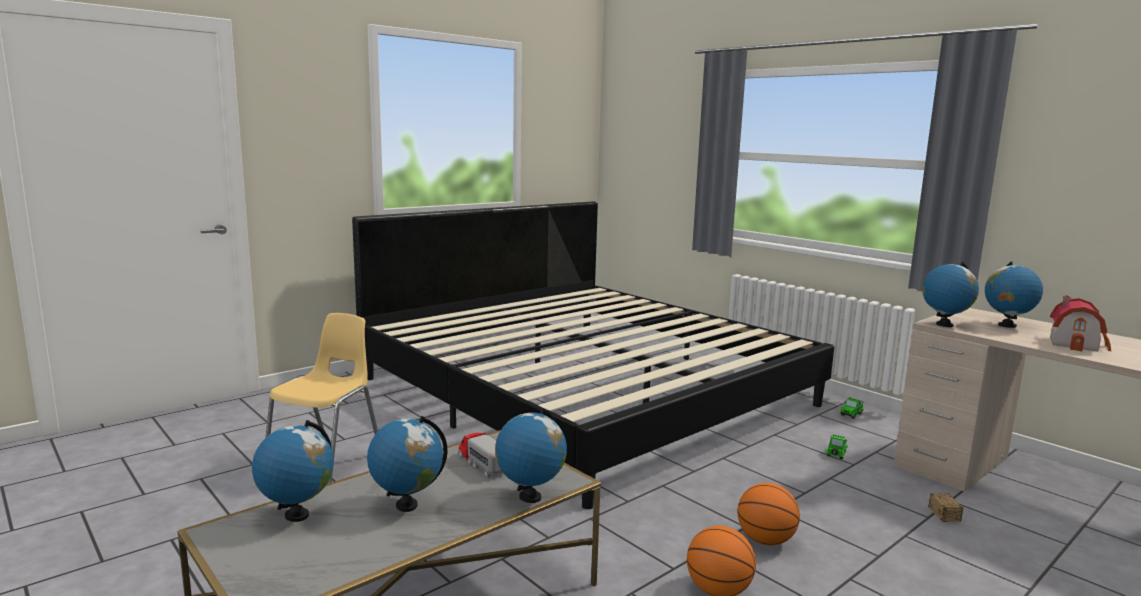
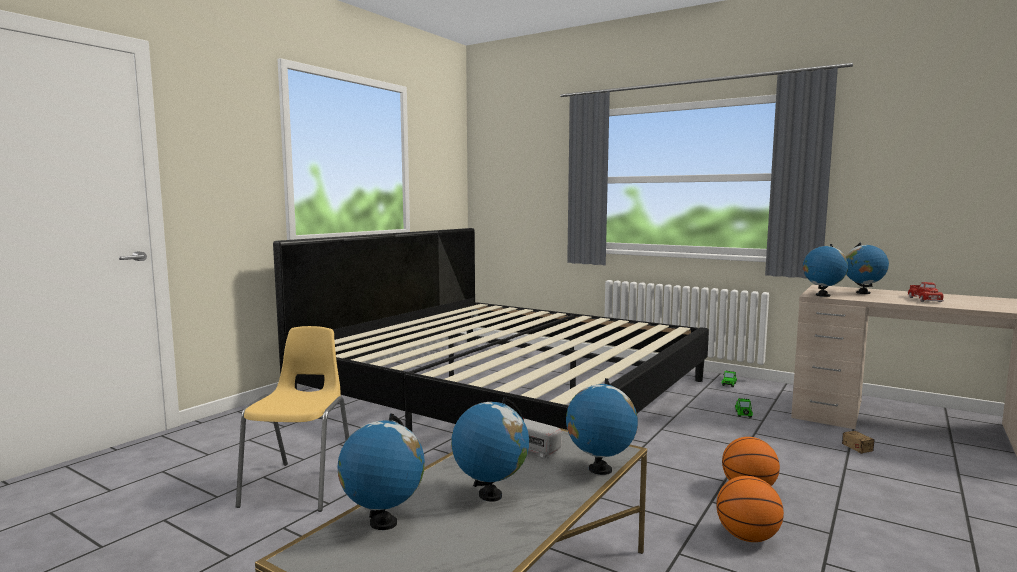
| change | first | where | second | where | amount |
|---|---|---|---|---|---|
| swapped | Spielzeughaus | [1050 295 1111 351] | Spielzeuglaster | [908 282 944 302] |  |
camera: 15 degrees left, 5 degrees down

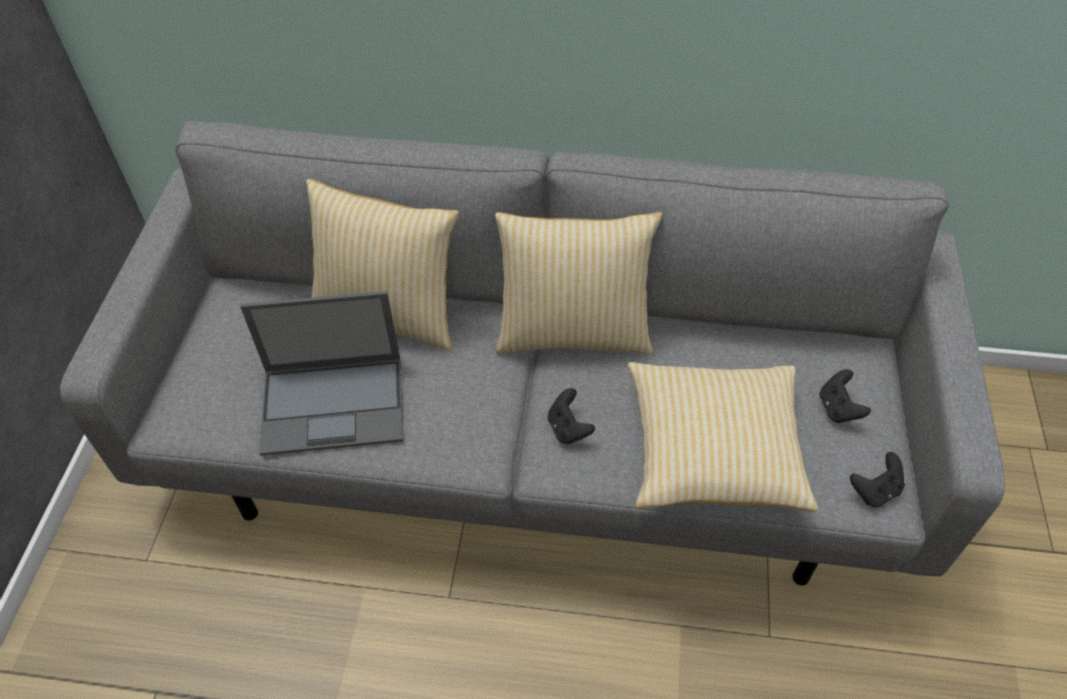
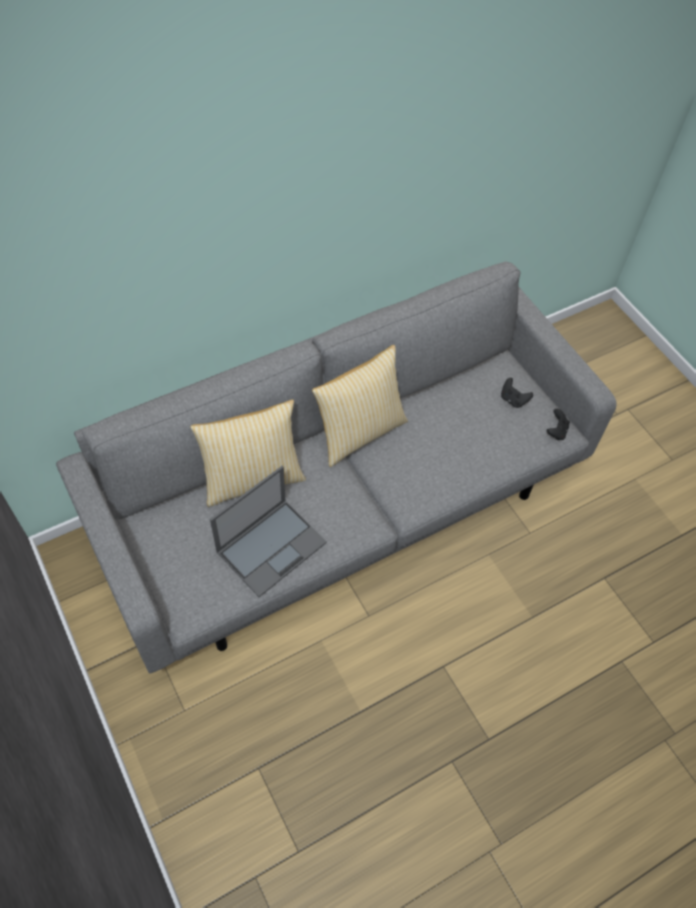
| change | first | where | second | where | amount |
|---|---|---|---|---|---|
| gone | Kissen | [628 362 818 512] |  |  |  |
| gone | Gamepad [schwarz] | [548 388 595 444] |  |  |  |
camera: 40 degrees left, 5 degrees up

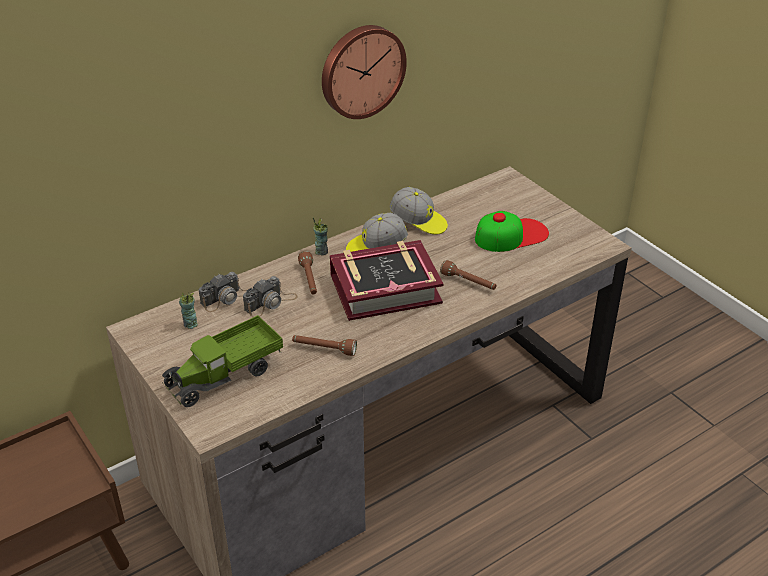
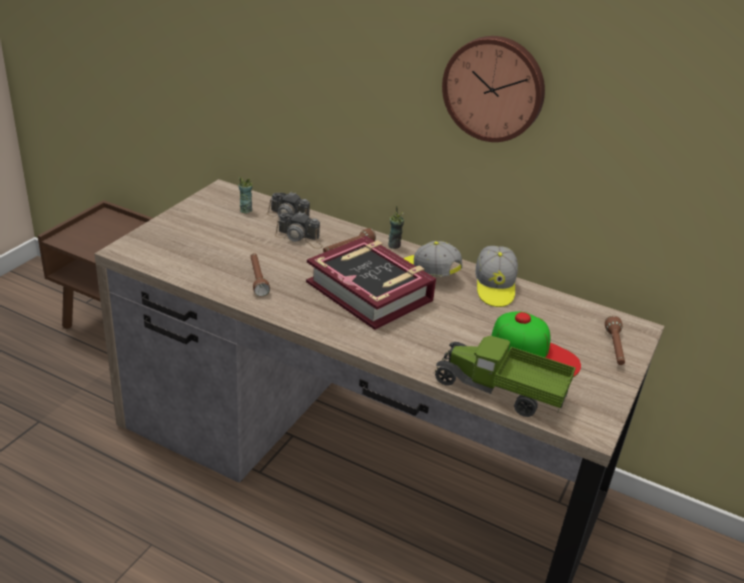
| change | first | where | second | where | amount |
|---|---|---|---|---|---|
| shifted | Taschenlampe [braun] | [440 260 496 290] |  | [605 316 625 365] |  |
| shifted | Spielzeuglaster | [162 315 283 407] |  | [434 336 576 417] |  |
camera: 60 degrees right, 5 degrees down

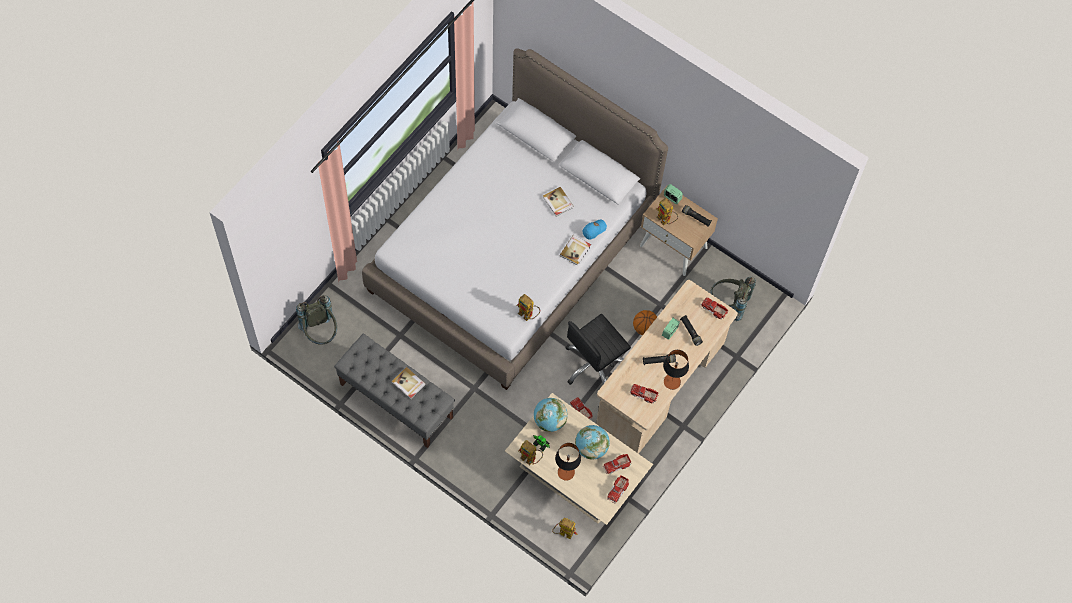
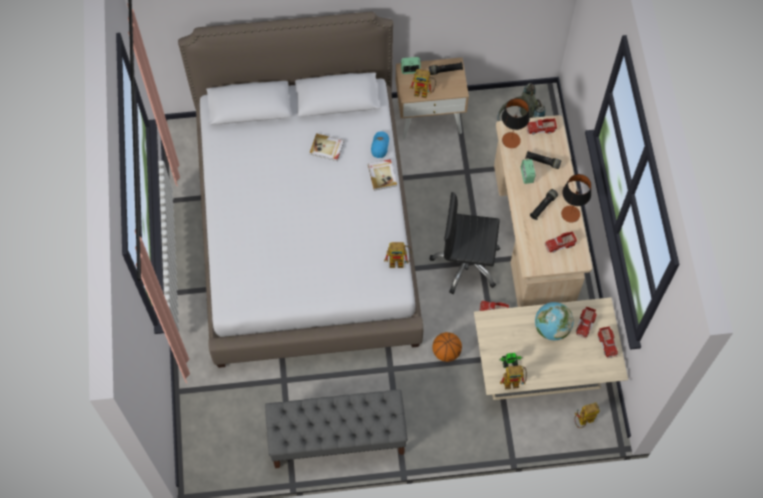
| change | first | where | second | where | amount |
|---|---|---|---|---|---|
| gone | Rucksack [grau] | [296 295 337 345] |  |  |  |
| shifted | Basketball | [633 310 657 335] |  | [432 332 462 362] |  |
| rotated | Bürostuhl [schwarz] | [565 314 631 385] |  | [430 192 500 294] | 90 degrees clockwise |
| gone | Buch | [392 367 426 399] |  |  |  |
| gone | Globus | [534 398 568 432] |  |  |  |
| shifted | Tischlampe | [555 443 581 481] |  | [502 98 530 148] |  |
camera: 40 degrees left, 0 degrees up

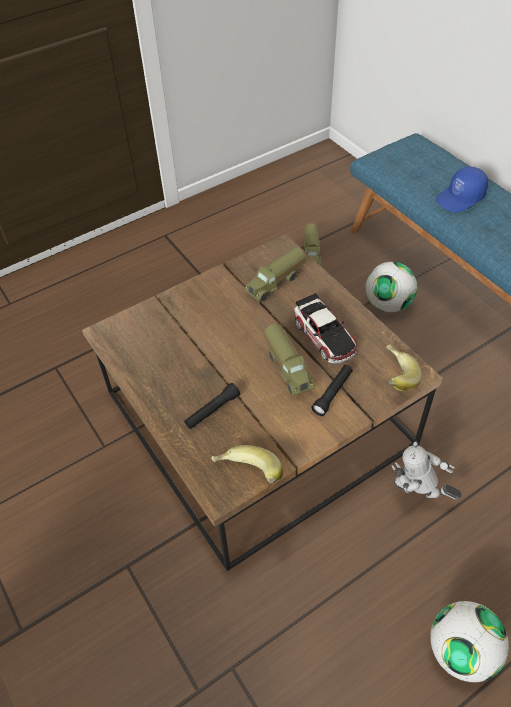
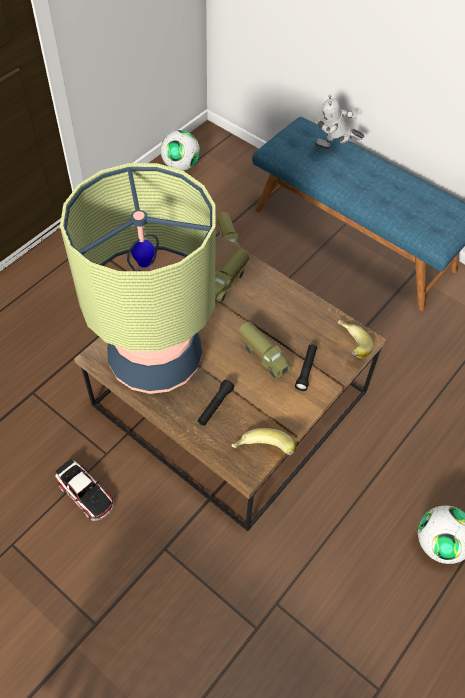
| change | first | where | second | where | amount |
|---|---|---|---|---|---|
| gone | Kappe [blau] | [436 167 488 212] |  |  |  |
| shifted | Fußball | [366 262 417 313] |  | [160 130 200 171] |  |
| shifted | Spielzeugauto | [294 293 357 364] |  | [55 459 114 521] |  |
| shifted | Spielzeugroboter | [392 441 462 499] |  | [315 95 364 149] |  |
| new |  |  | Tischlampe | [60 163 216 394] |  |
camera: 20 degrees left, 5 degrees up

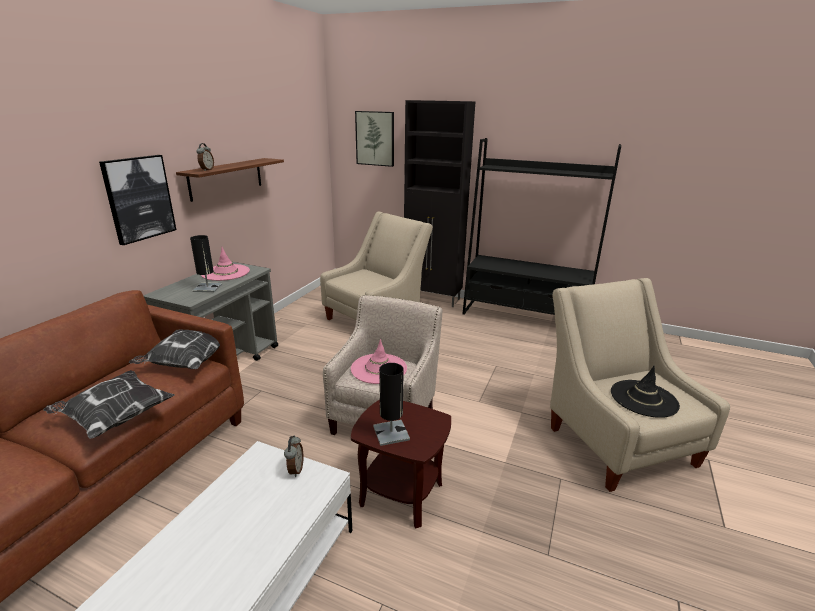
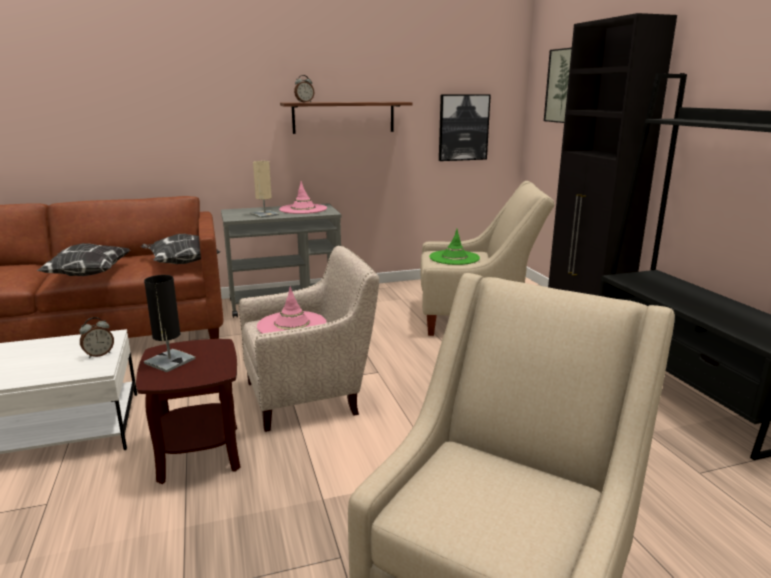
| change | first | where | second | where | amount |
|---|---|---|---|---|---|
| shifted | Bild | [99 155 176 245] |  | [439 94 491 161] |  |
| repainted | Tischlampe [schwarz] | [190 235 222 292] | Tischlampe [beige] | [250 161 279 218] |  |
| gone | Hut [schwarz] | [611 366 680 418] |  |  |  |
| new |  |  | Hut [grün] | [429 229 480 265] |  |
camera: 50 degrees right, 5 degrees down

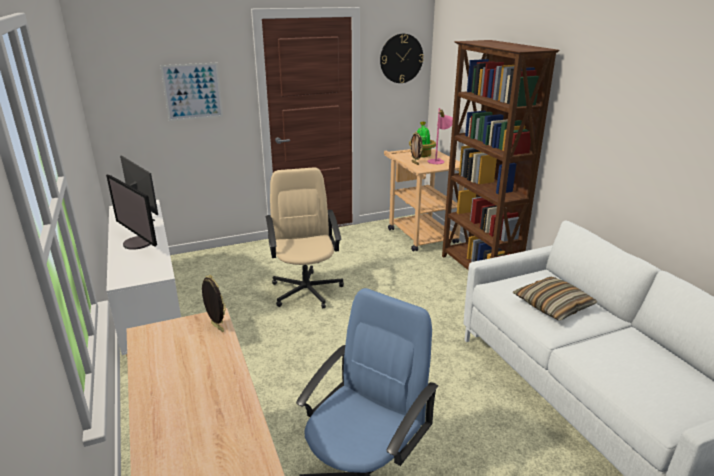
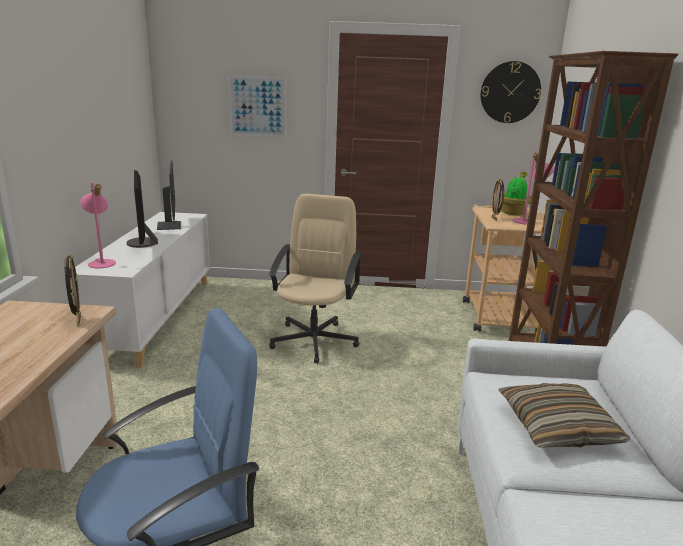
| change | first | where | second | where | amount |
|---|---|---|---|---|---|
| new |  |  | Tischlampe [rosa] | [80 183 116 268] |  |
camera: 25 degrees right, 5 degrees down

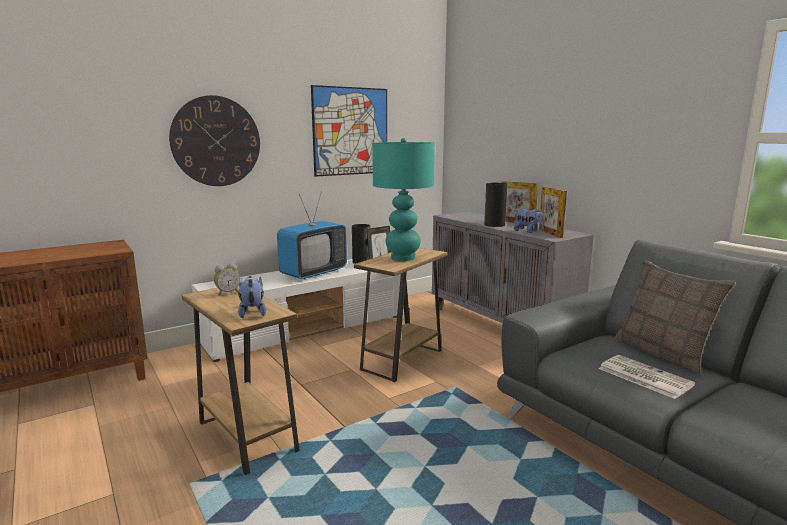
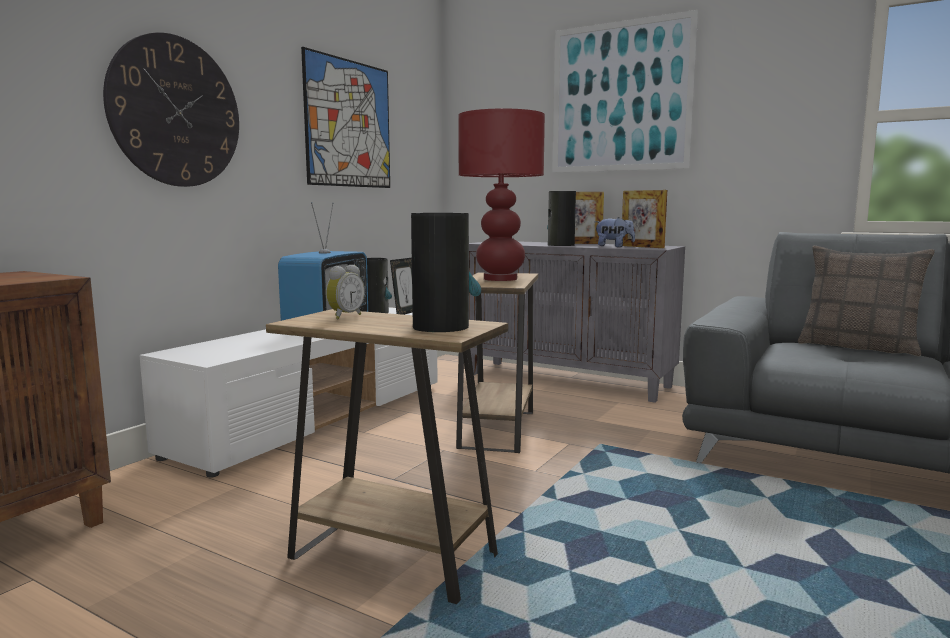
| change | first | where | second | where | amount |
|---|---|---|---|---|---|
| repainted | Tischlampe [türkis] | [372 138 435 261] | Tischlampe [rot] | [458 108 545 281] |  |
| swapped | Plüschtier | [238 276 266 318] | Vase | [411 213 481 332] |  |
| gone | Zeitung | [599 355 695 399] |  |  |  |
| new |  |  | Bild | [552 10 698 173] |  |
camera: 25 degrees left, 5 degrees down

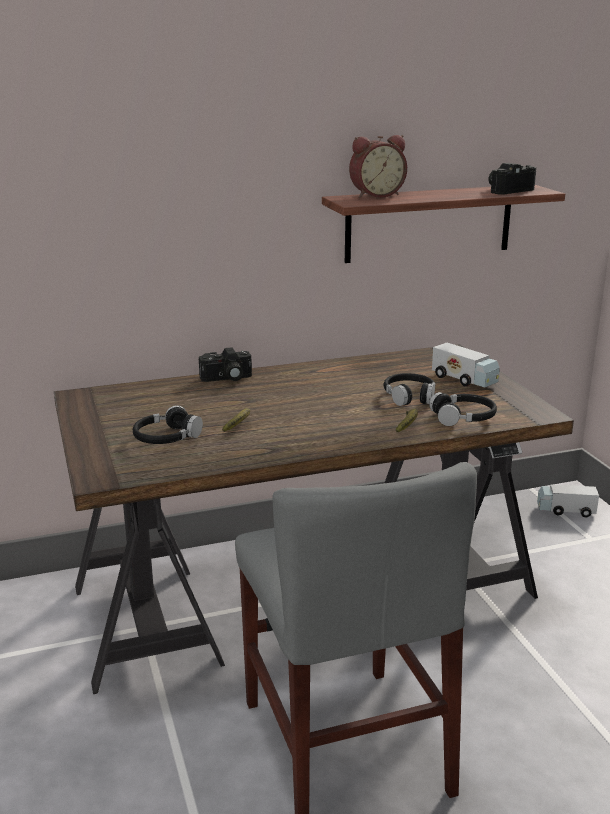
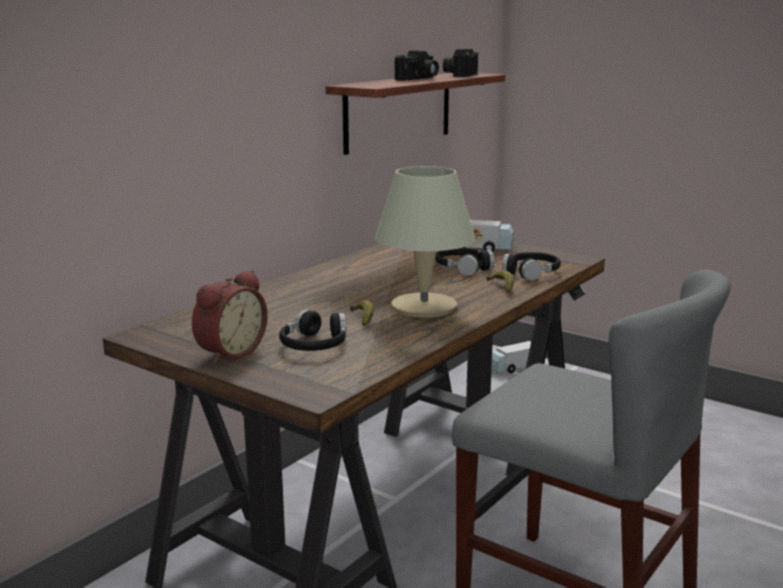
| change | first | where | second | where | amount |
|---|---|---|---|---|---|
| shifted | Wecker | [349 135 407 198] |  | [192 270 268 364] |  |
| shifted | Kamera | [199 347 252 382] |  | [394 50 439 80] |  |
| new |  |  | Tischlampe [beige] | [375 166 476 318] |  |
camera: 35 degrees left, 5 degrees down

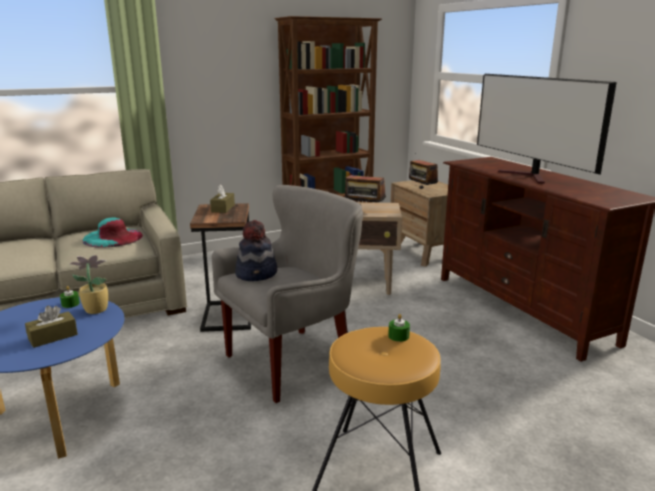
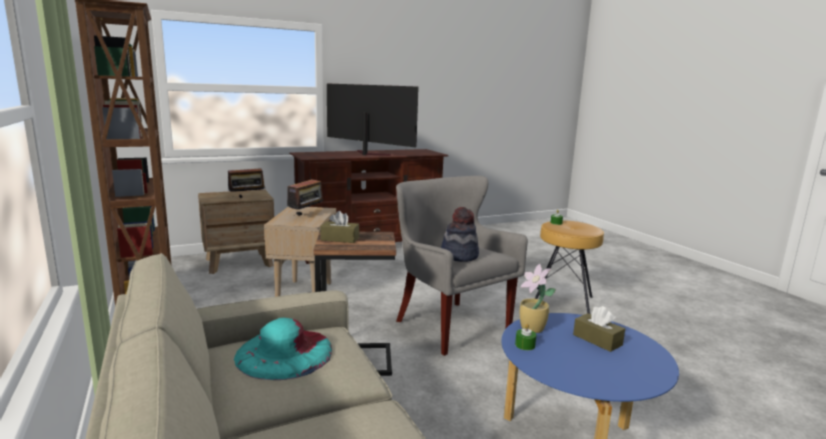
| change | first | where | second | where | amount |
|---|---|---|---|---|---|
| rotated | Fernseher | [477 74 617 183] |  | [327 83 418 156] | 120 degrees counterclockwise |
camera: 90 degrees left, 5 degrees down

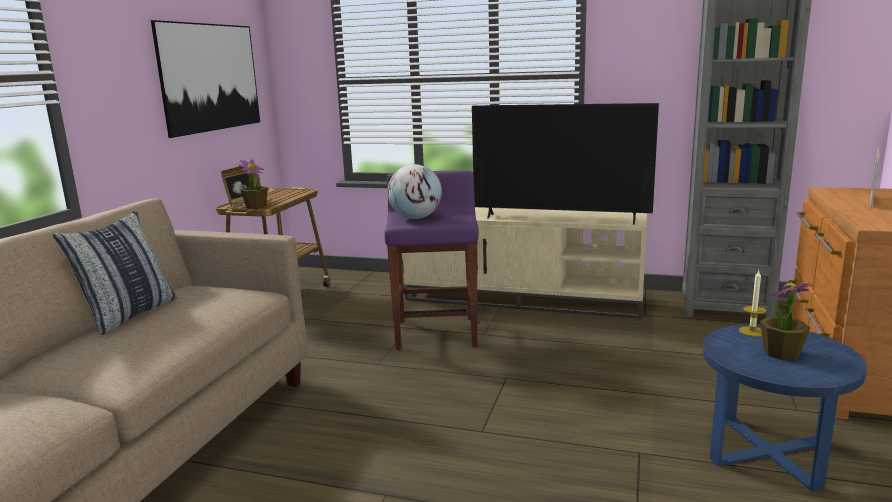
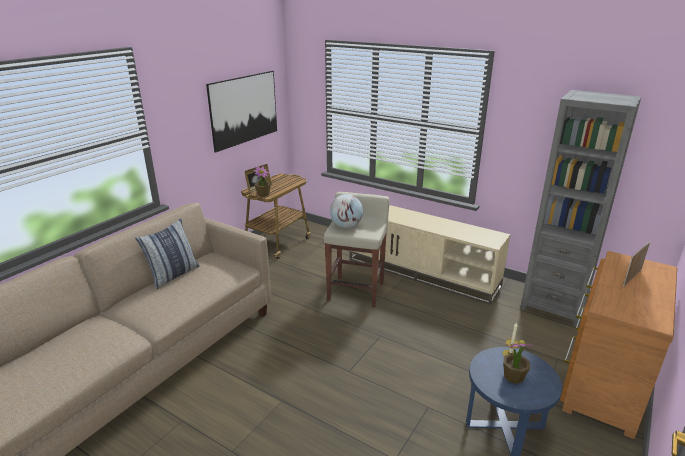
| change | first | where | second | where | amount |
|---|---|---|---|---|---|
| gone | Fernseher | [472 103 659 225] |  |  |  |
| repainted | Hocker [lila] | [384 170 479 350] | Hocker [beige] | [324 192 390 307] |  |
camera: 15 degrees right, 10 degrees up

